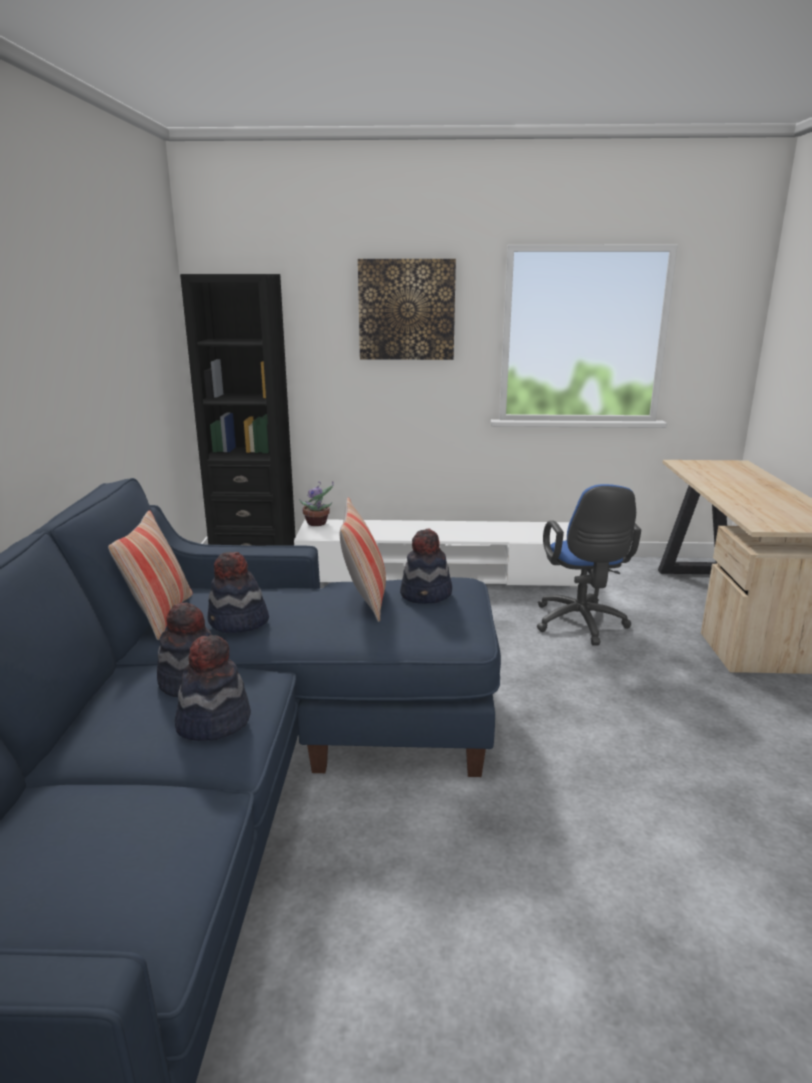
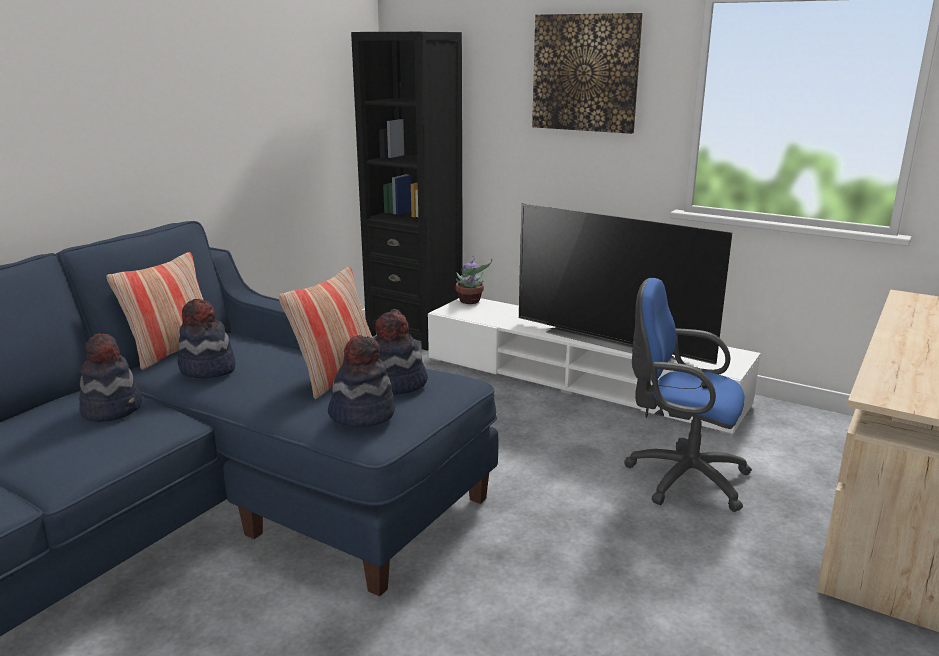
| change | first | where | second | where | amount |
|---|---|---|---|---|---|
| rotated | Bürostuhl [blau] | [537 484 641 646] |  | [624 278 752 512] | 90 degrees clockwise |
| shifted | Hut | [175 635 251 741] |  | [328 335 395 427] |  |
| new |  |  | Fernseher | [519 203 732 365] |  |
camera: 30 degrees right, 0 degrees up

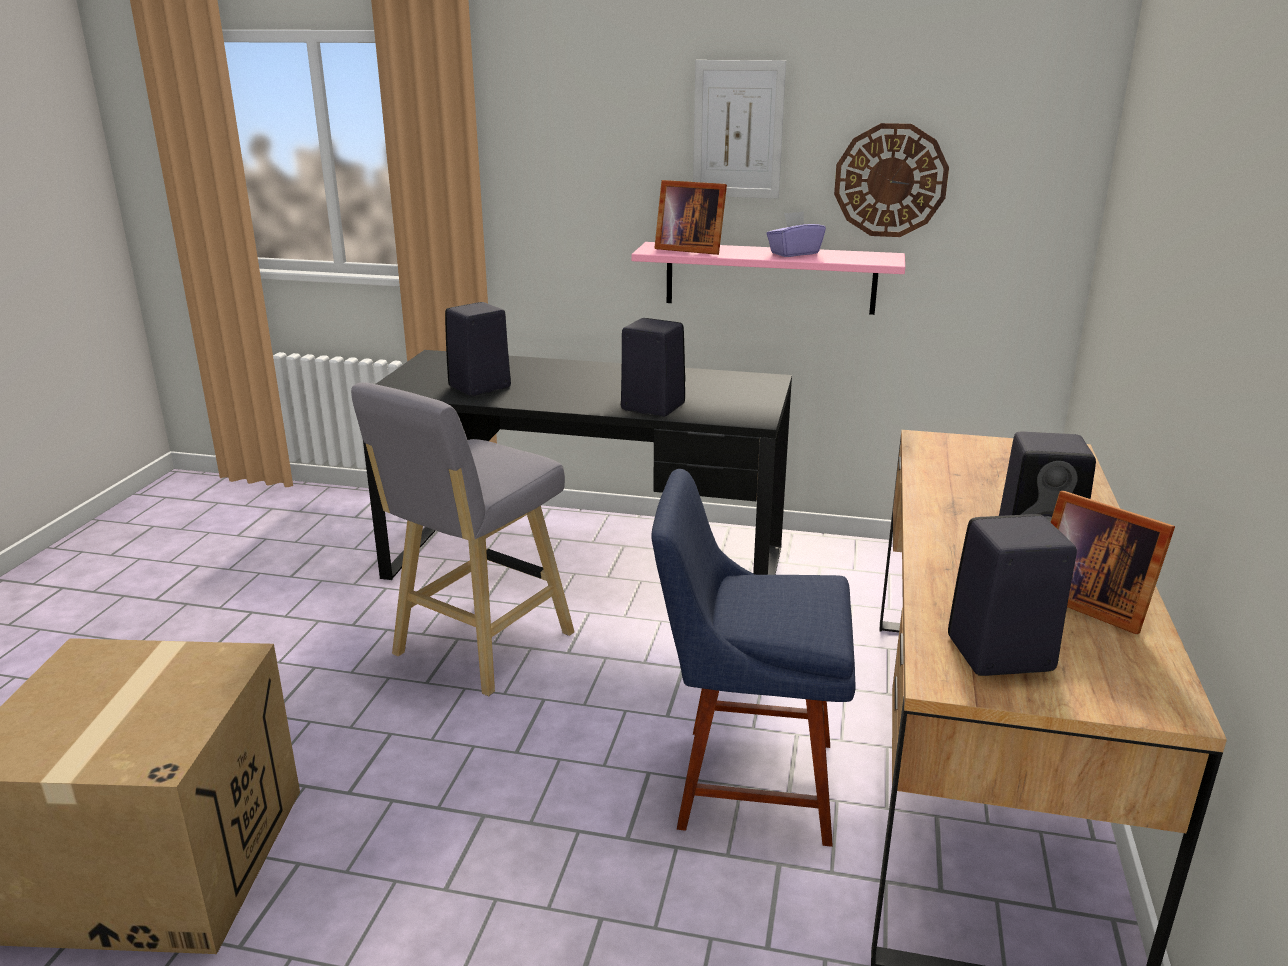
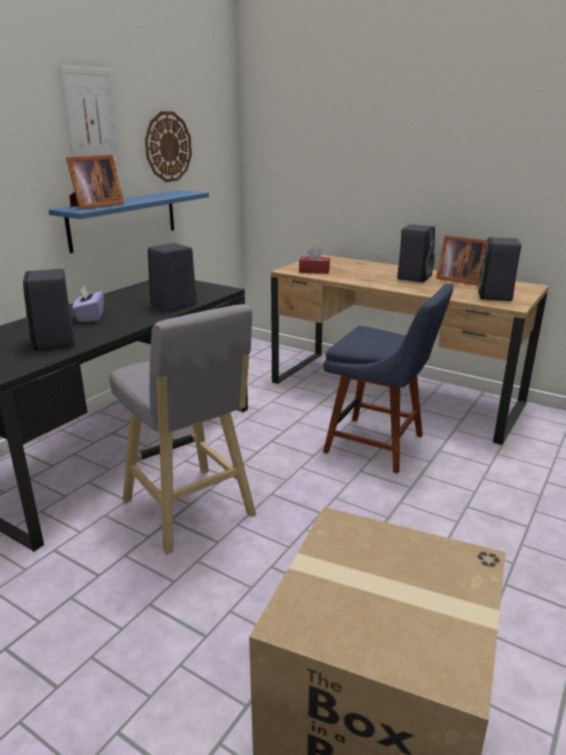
| change | first | where | second | where | amount |
|---|---|---|---|---|---|
| shifted | Taschentuchbox [lila] | [767 211 826 257] |  | [72 285 104 322] |  |
| repainted | Wandregal [rosa] | [631 242 905 315] | Wandregal [blau] | [49 190 209 253] |  |
| rotated | Stuhl [blau] | [652 469 856 847] |  | [323 284 454 473] | 90 degrees counterclockwise |
| rotated | Bilderrahmen | [1051 491 1175 634] |  | [436 235 487 286] | 60 degrees clockwise |
| new |  |  | Taschentuchbox [rot] | [299 246 330 274] |  |
camera: 70 degrees left, 0 degrees up

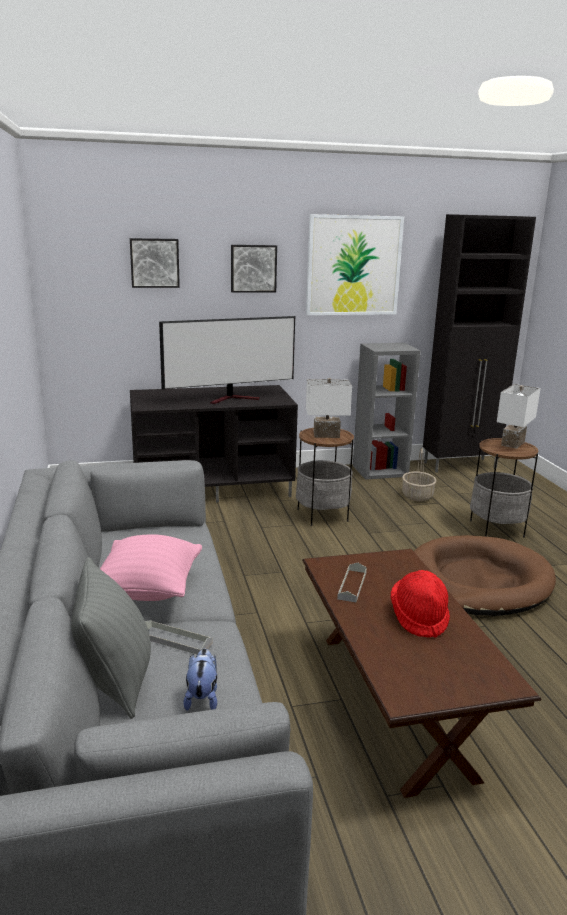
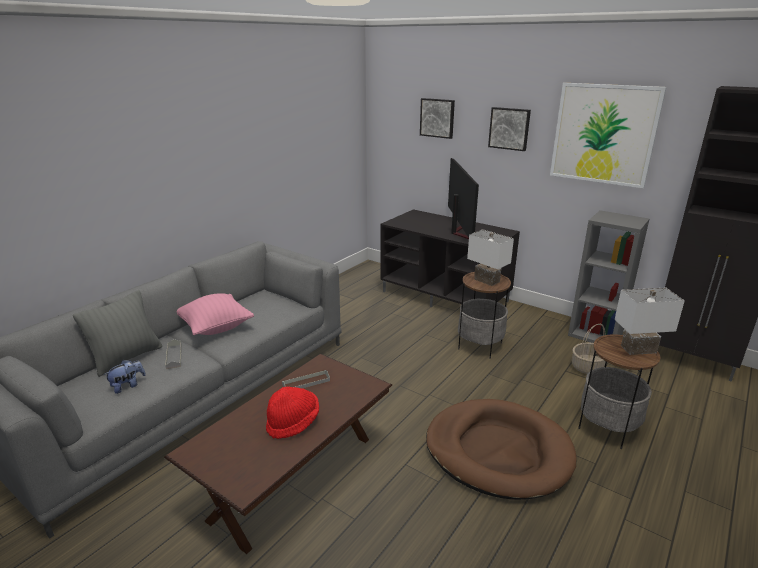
| change | first | where | second | where | amount |
|---|---|---|---|---|---|
| rotated | Fernseher | [159 316 295 404] |  | [448 158 479 239] | 120 degrees counterclockwise |
camera: 50 degrees right, 5 degrees up

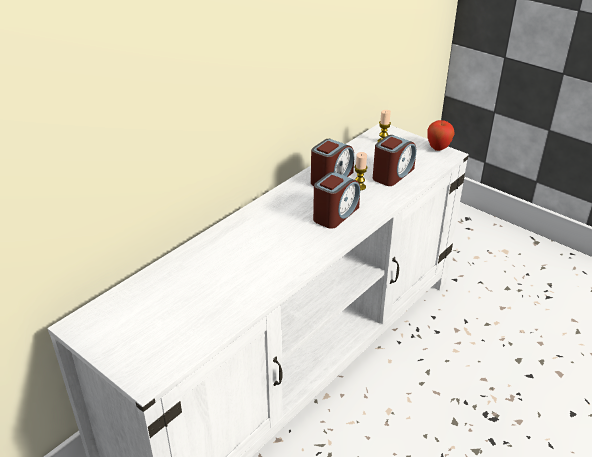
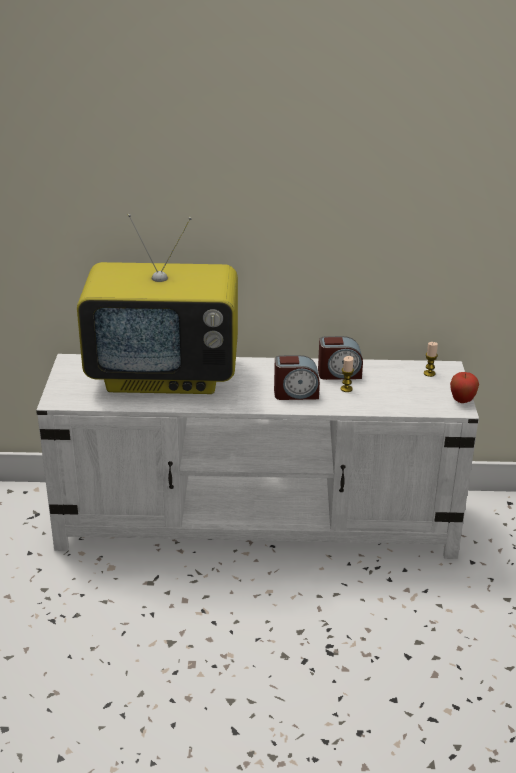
| change | first | where | second | where | amount |
|---|---|---|---|---|---|
| gone | Wecker | [373 135 416 186] |  |  |  |
| new |  |  | Fernseher | [77 214 238 394] |  |
camera: 50 degrees right, 5 degrees down

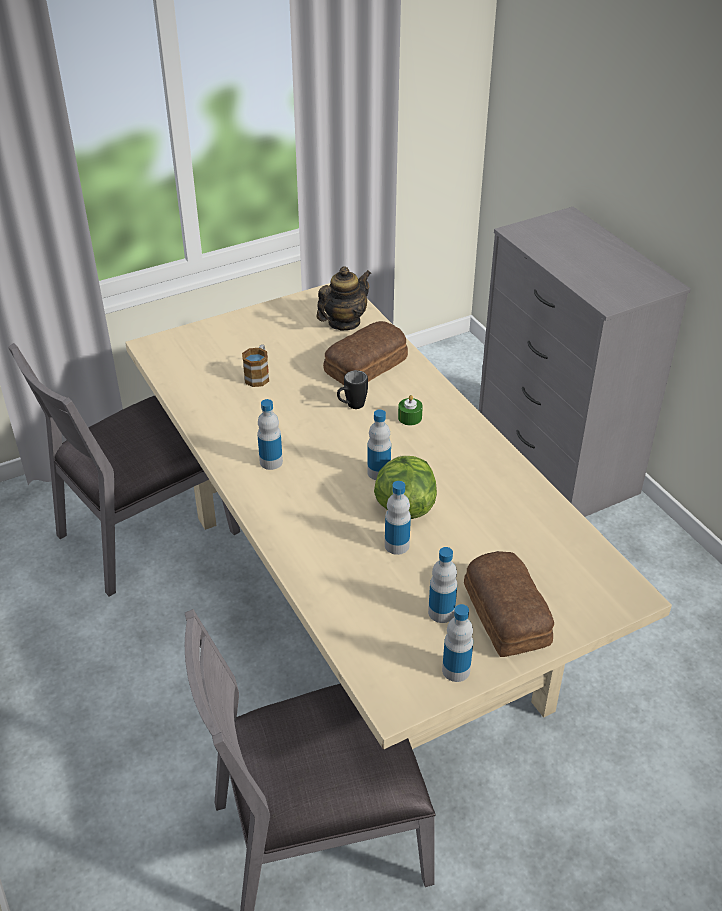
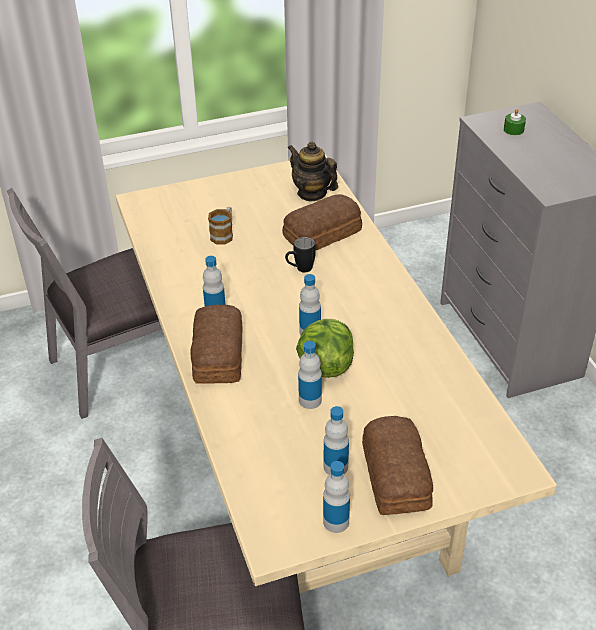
| change | first | where | second | where | amount |
|---|---|---|---|---|---|
| rotated | Teekanne | [316 266 371 330] |  | [288 142 338 201] | 105 degrees counterclockwise |
| shifted | Kerze [grün] | [398 395 423 426] |  | [504 108 526 135] |  |
| new |  |  | Brot | [190 305 242 384] |  |
camera: 10 degrees right, 0 degrees up

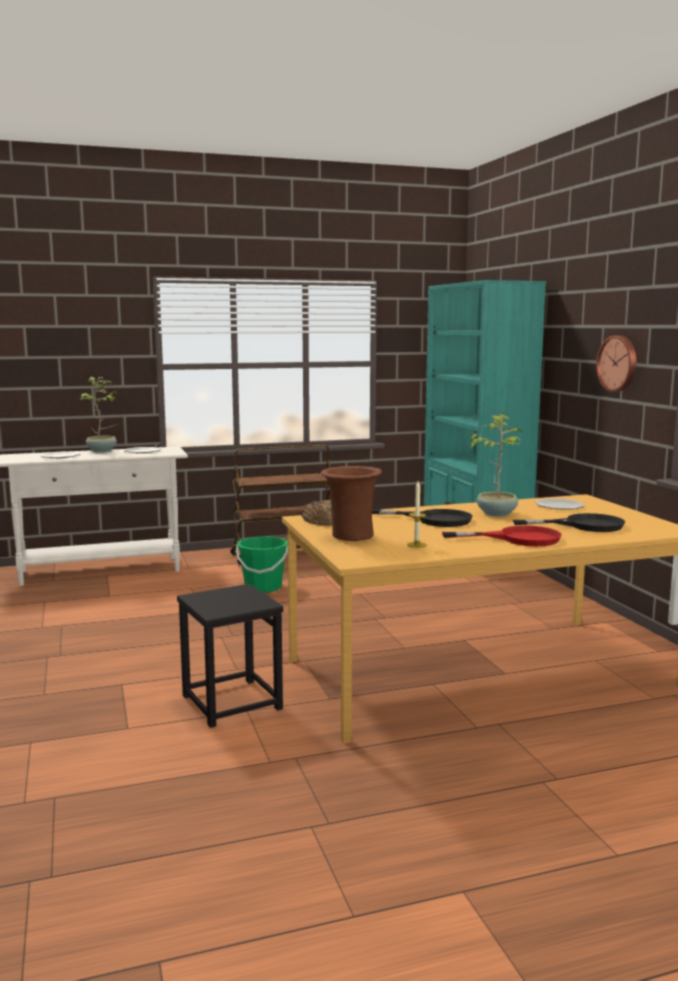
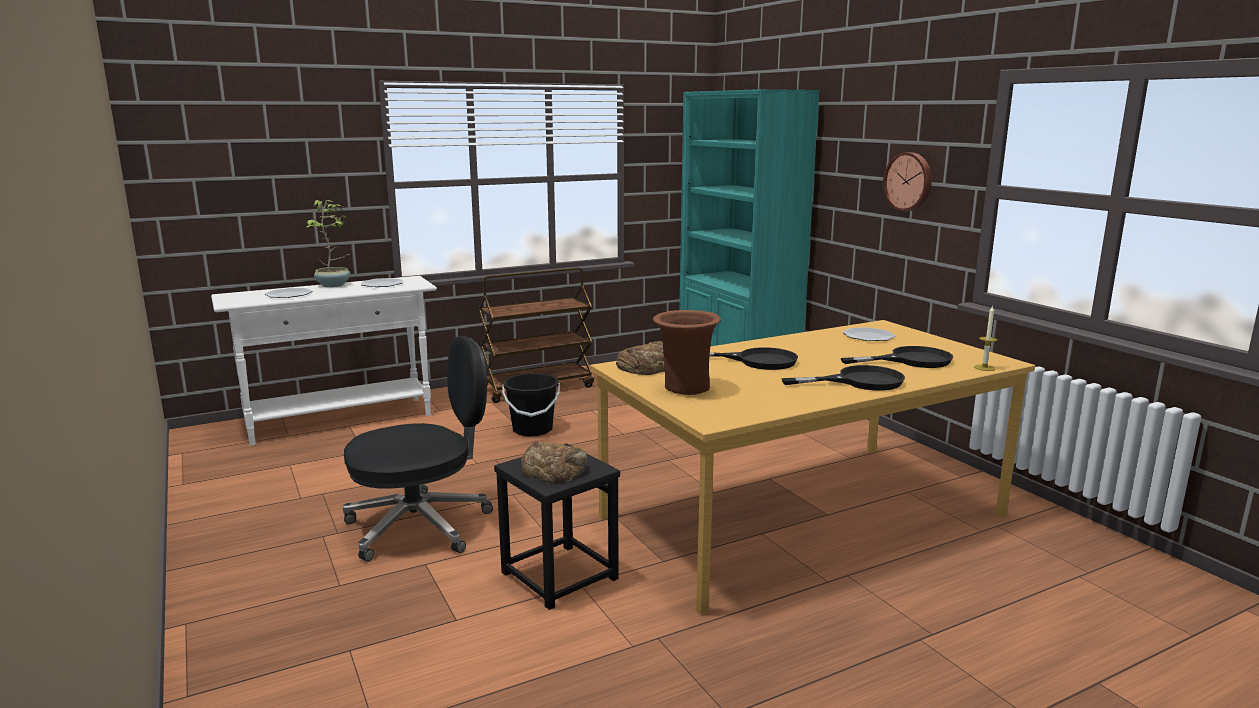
| change | first | where | second | where | amount |
|---|---|---|---|---|---|
| gone | Topfpflanze | [469 412 523 517] |  |  |  |
| shifted | Kerze | [407 481 427 548] |  | [974 305 997 371] |  |
| repainted | Pfanne [rot] | [442 525 562 546] | Pfanne [schwarz] | [781 365 905 390] |  |
| repainted | Eimer [grün] | [236 536 288 593] | Eimer [schwarz] | [502 374 560 436] |  |
| new |  |  | Bürostuhl [schwarz] | [343 336 493 562] |  |
| new |  |  | Brot | [521 441 587 483] |  |
camera: 10 degrees left, 5 degrees up

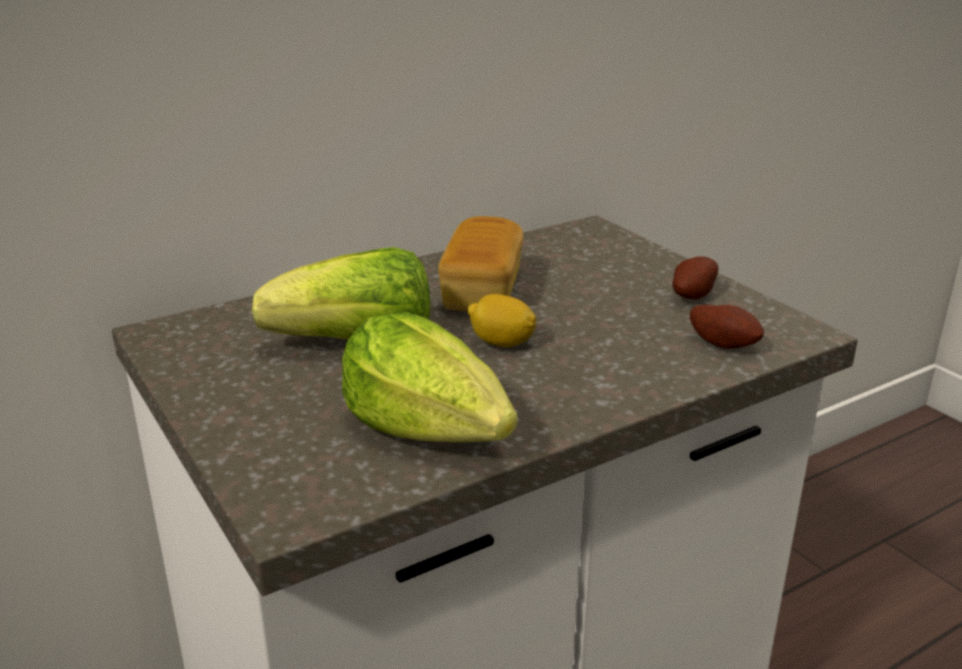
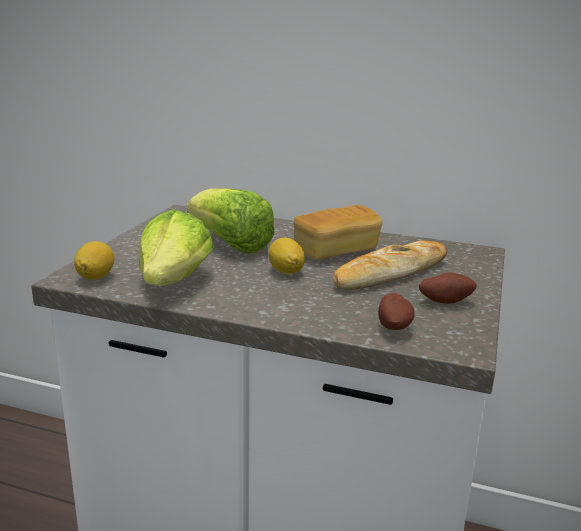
| change | first | where | second | where | amount |
|---|---|---|---|---|---|
| new |  |  | Brot | [333 240 447 290] |  |
| new |  |  | Zitrone | [74 241 115 280] |  |
camera: 50 degrees right, 5 degrees down

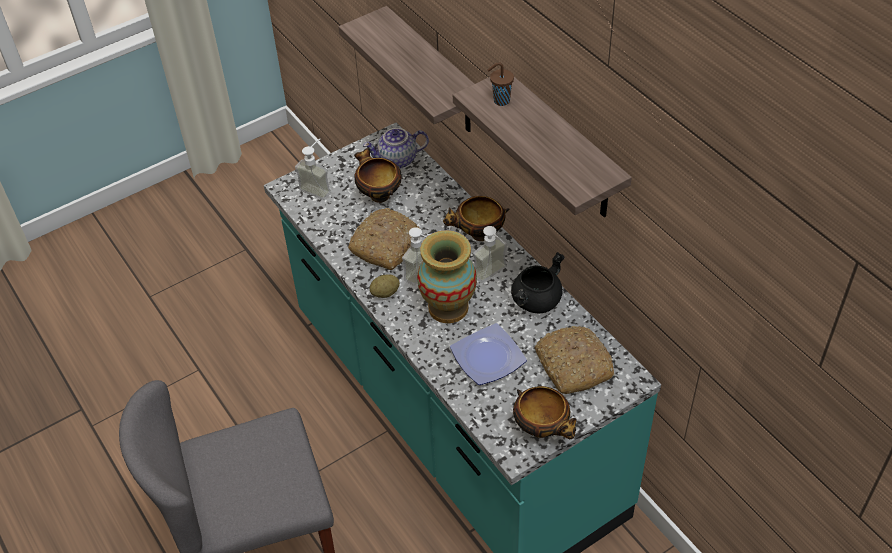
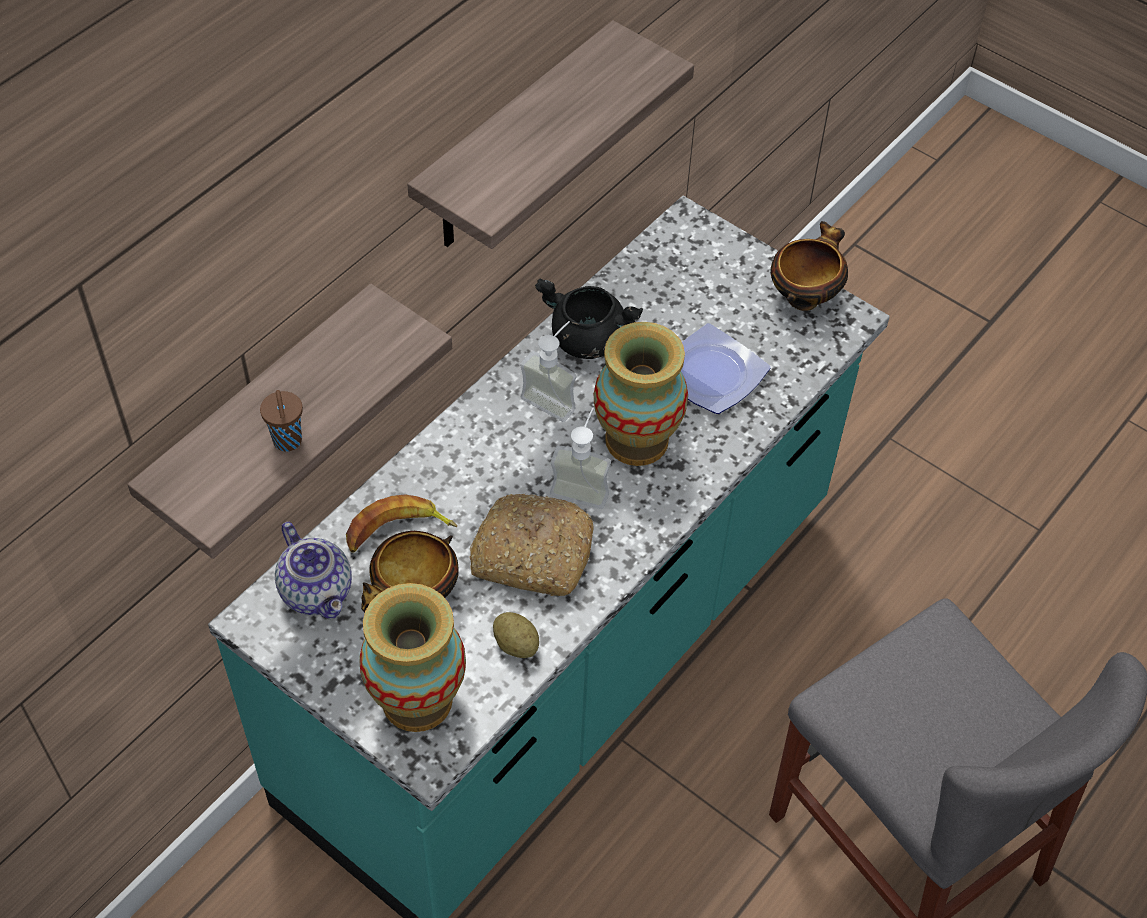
| change | first | where | second | where | amount |
|---|---|---|---|---|---|
| shifted | Tasse [braun] | [488 62 514 106] |  | [260 390 303 451] |  |
| swapped | Seifenspender | [295 139 331 200] | Vase | [359 583 466 732] |  |
| gone | Schüssel | [443 196 509 241] |  |  |  |
| shifted | Kartoffel | [370 274 400 298] |  | [493 612 539 658] |  |
| gone | Brot | [535 326 614 394] |  |  |  |
| new |  |  | Banane | [346 495 457 552] |  |
camera: 110 degrees left, 5 degrees up

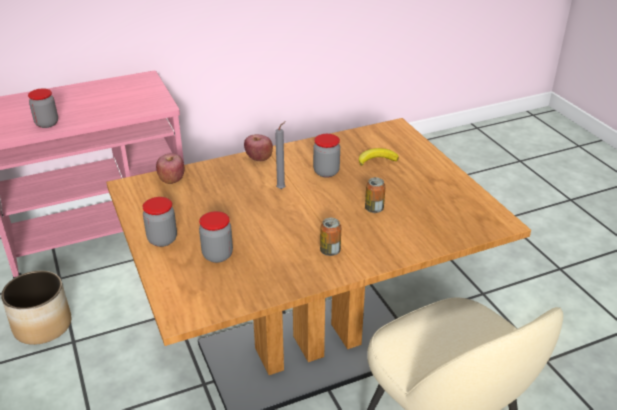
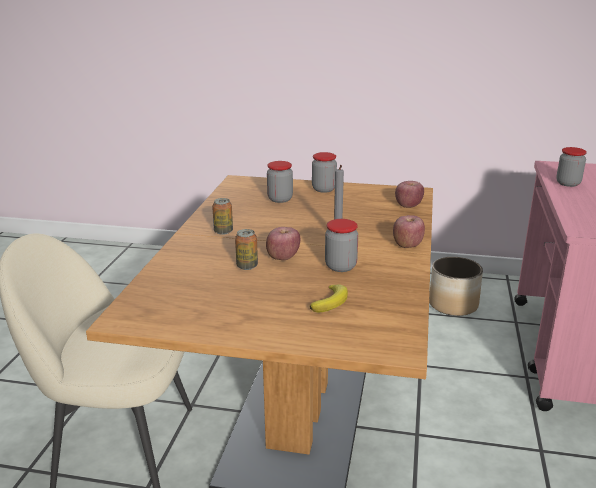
| change | first | where | second | where | amount |
|---|---|---|---|---|---|
| new |  |  | Apfel | [266 227 300 260] |  |
camera: 125 degrees right, 10 degrees down

